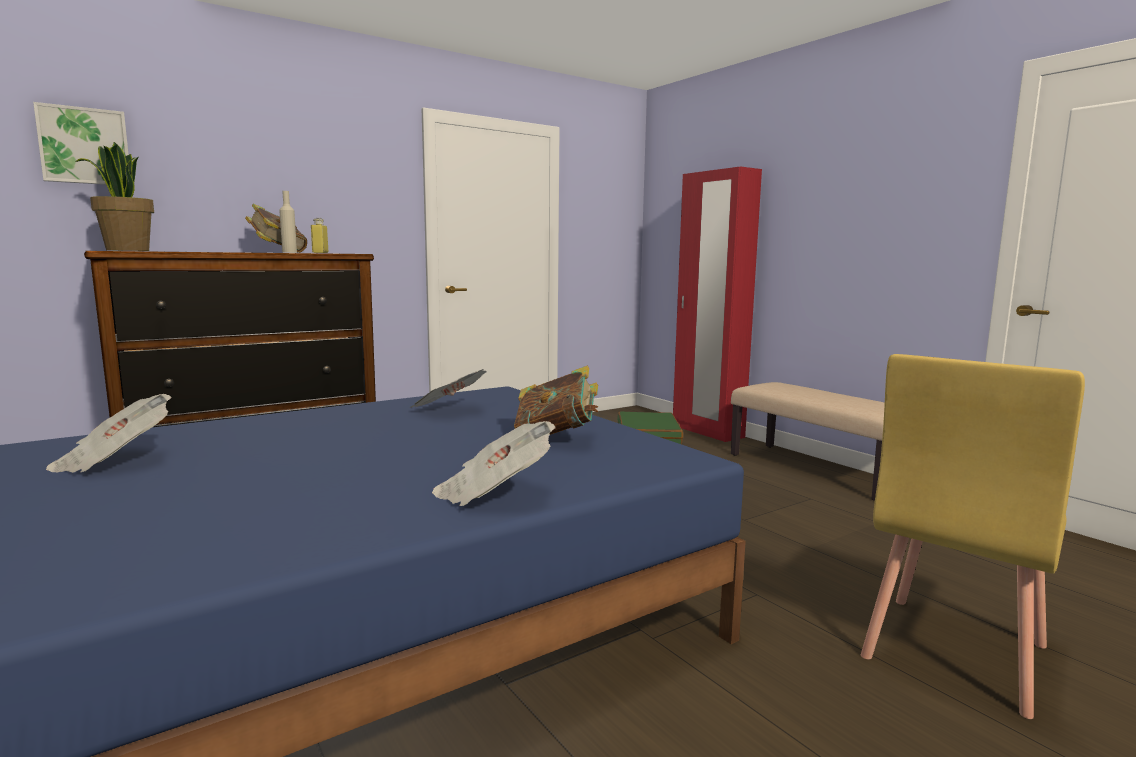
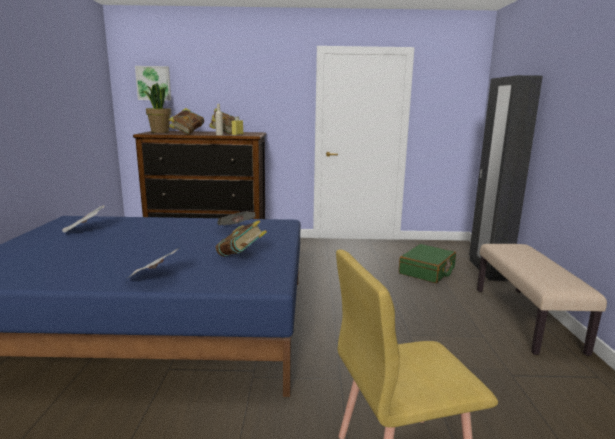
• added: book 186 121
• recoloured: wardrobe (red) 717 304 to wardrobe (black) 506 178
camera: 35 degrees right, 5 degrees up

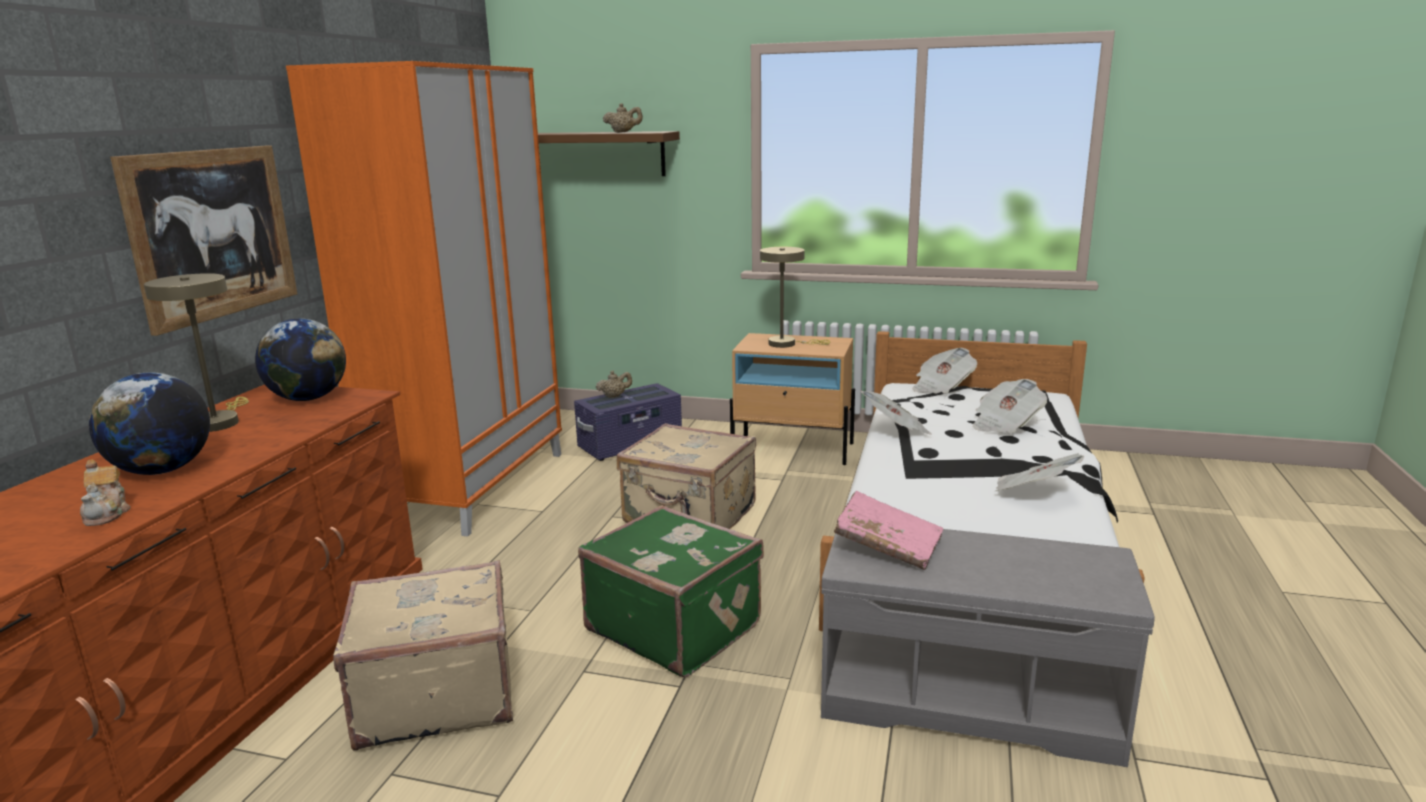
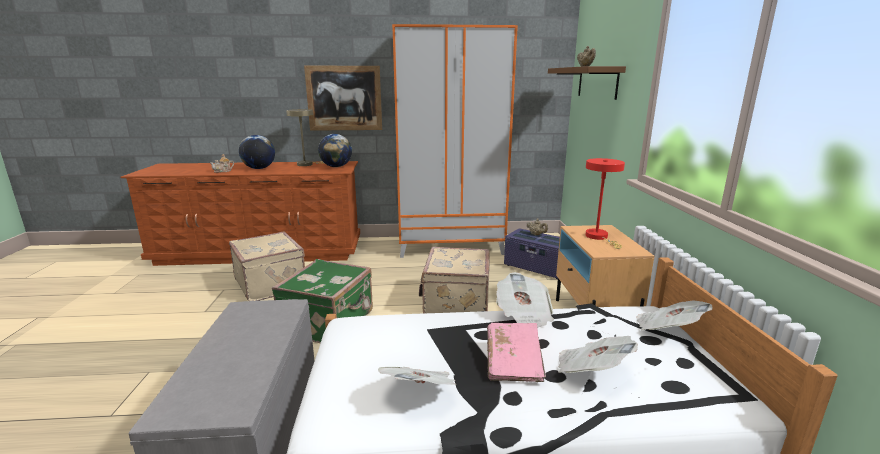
• moved: book (pink) 888 530 to 516 352
• recoloured: table lamp (beige) 795 297 to table lamp (red) 605 203
camera: 70 degrees right, 0 degrees up

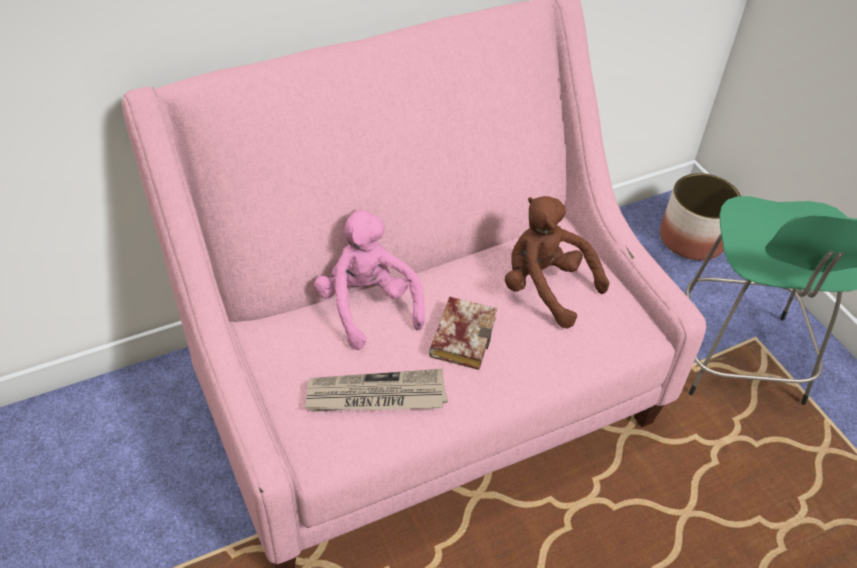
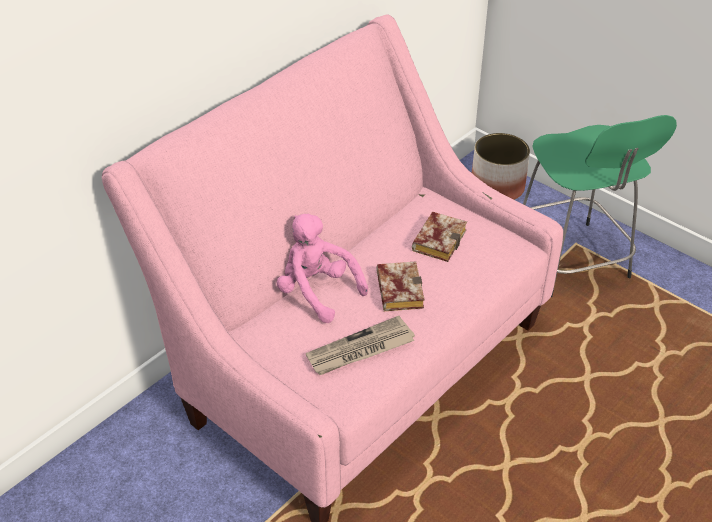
• replaced: plush toy (brown) 557 262 to book 439 237
camera: 20 degrees left, 5 degrees down

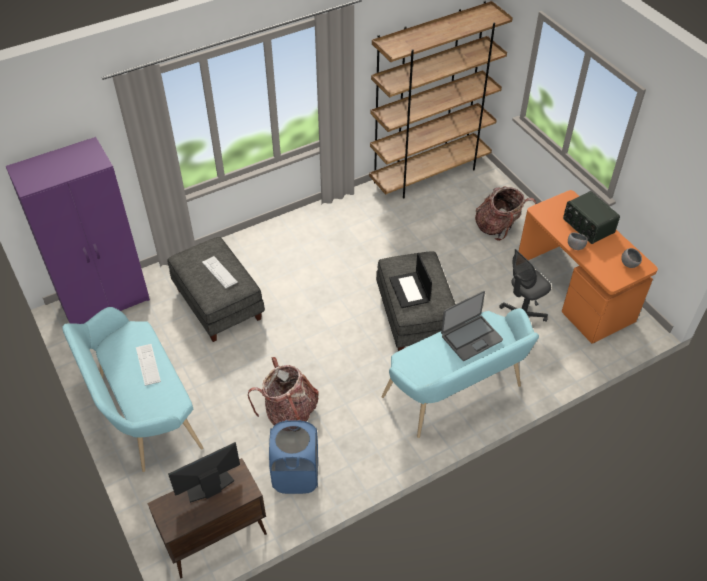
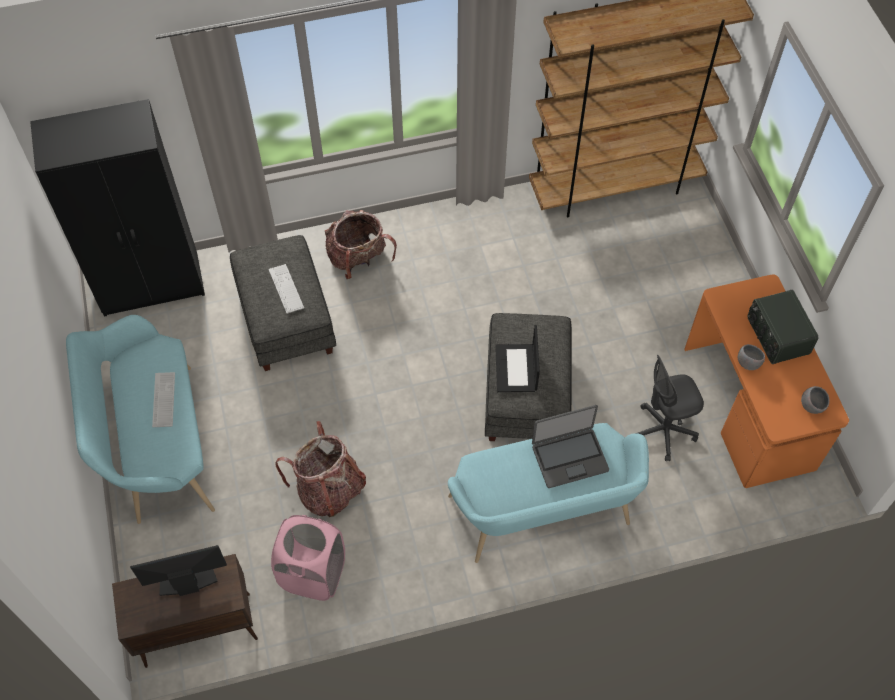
• recoloured: wardrobe (purple) 78 230 to wardrobe (black) 117 208
• recoloured: laundry basket (blue) 293 457 to laundry basket (pink) 308 558
• moved: backpack 505 213 to 361 244
camera: 15 degrees right, 10 degrees up

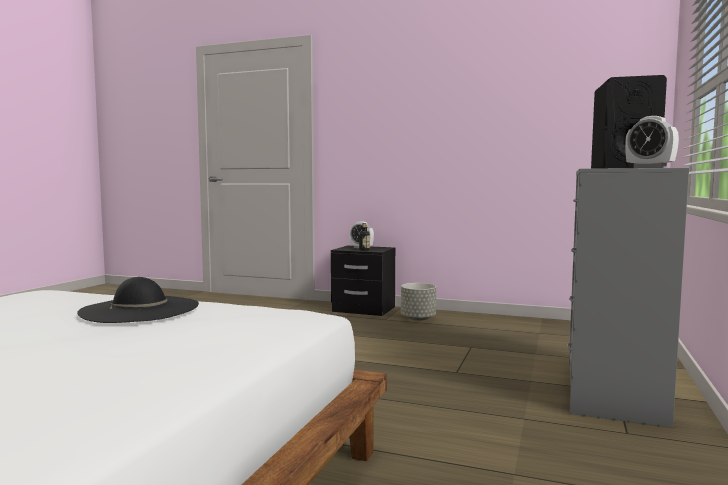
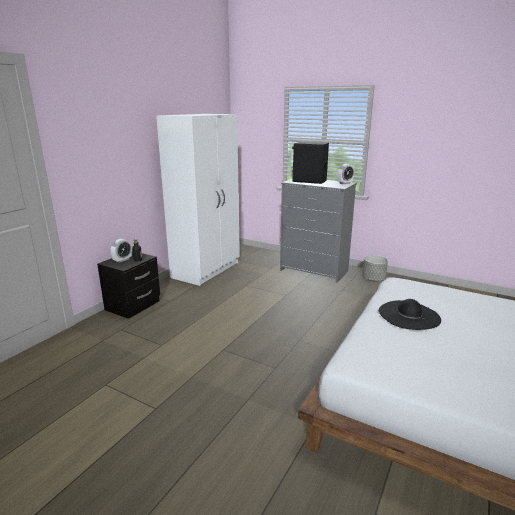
• added: wardrobe (white) 198 200
• moved: planter (grey) 418 302 to 375 268
camera: 80 degrees left, 15 degrees up

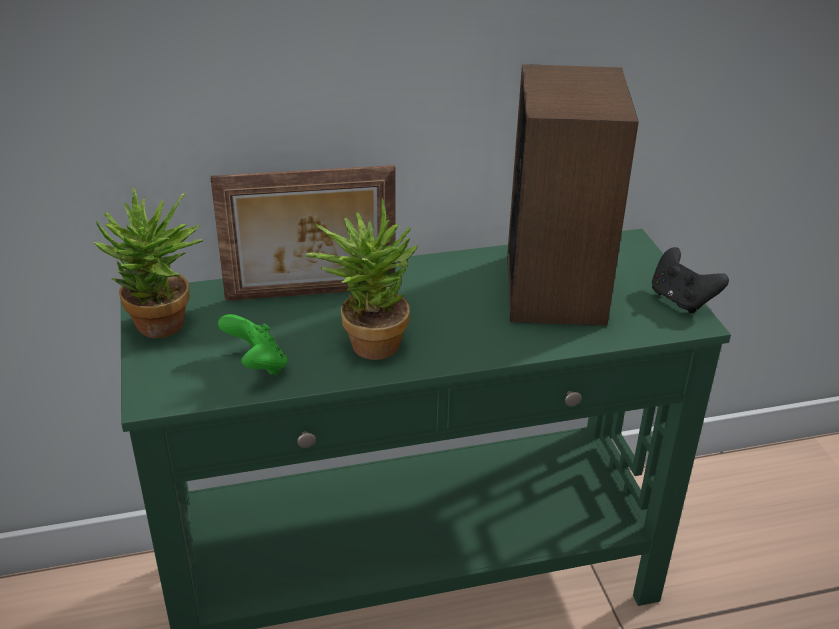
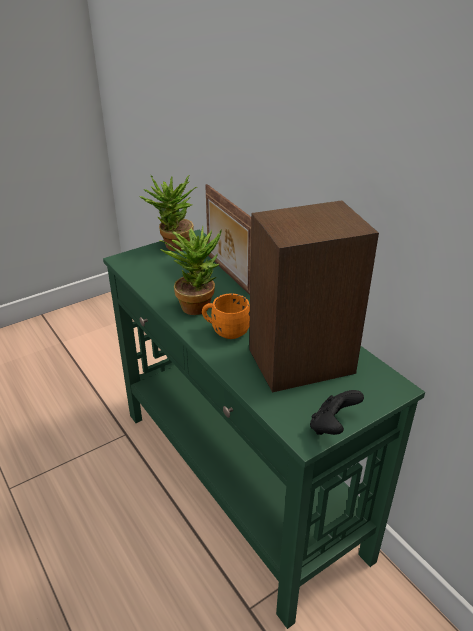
• added: mug (orange) 226 316
• removed: game controller (green) 253 344
camera: 70 degrees right, 0 degrees up

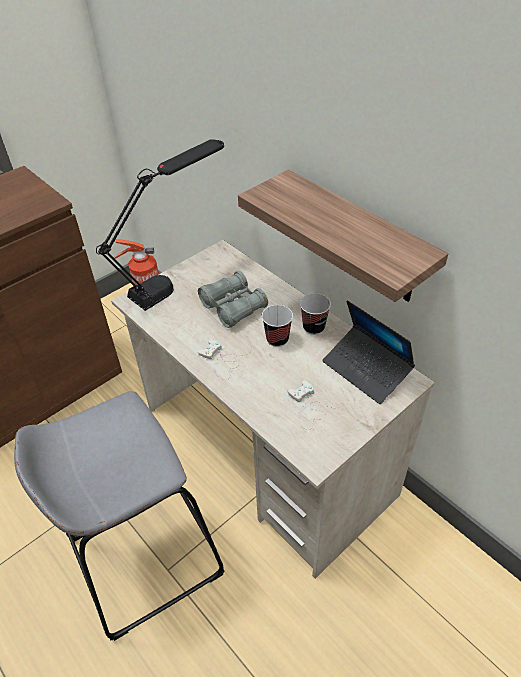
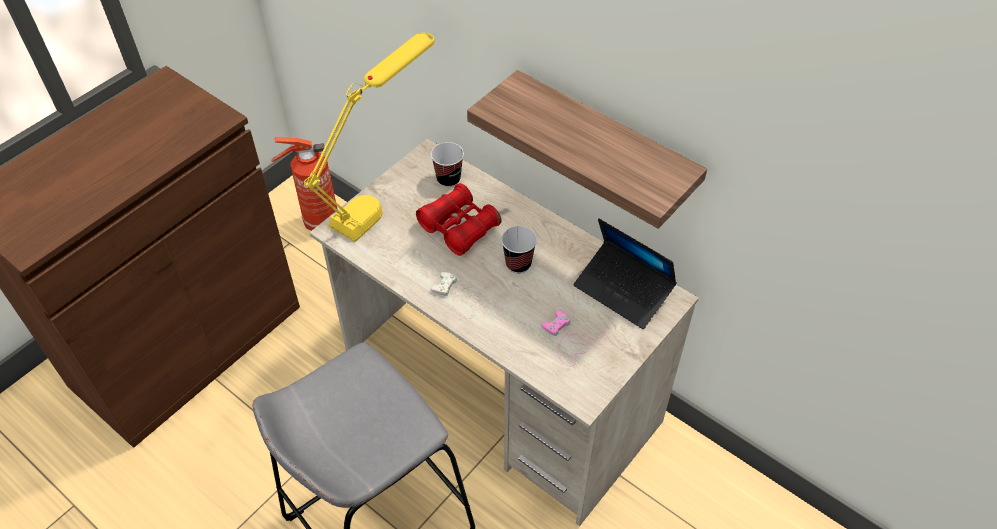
• recoloured: table lamp (black) 160 225 to table lamp (yellow) 369 137
• recoloured: binoculars (grey) 233 299 to binoculars (red) 459 219
• moved: cup 315 314 to 447 164
• recoloured: game controller (white) 316 405 to game controller (pink) 573 338
camera: 10 degrees left, 5 degrees up

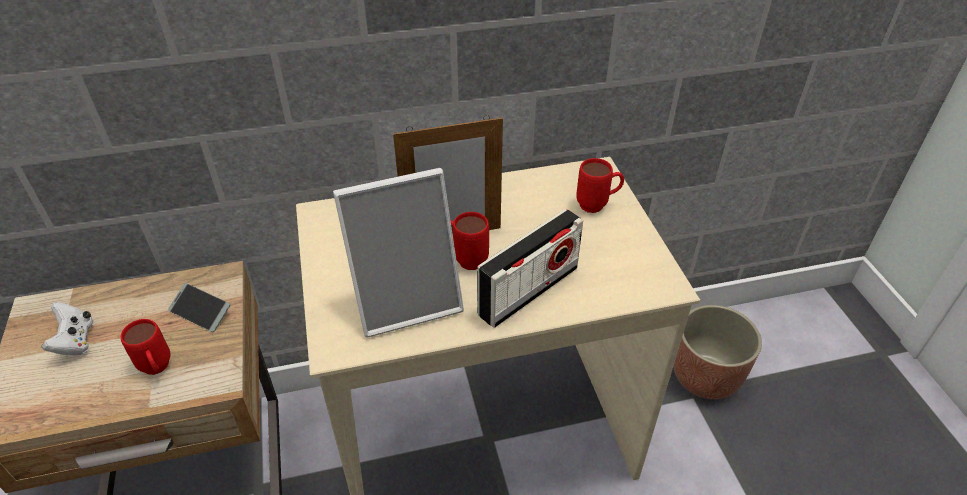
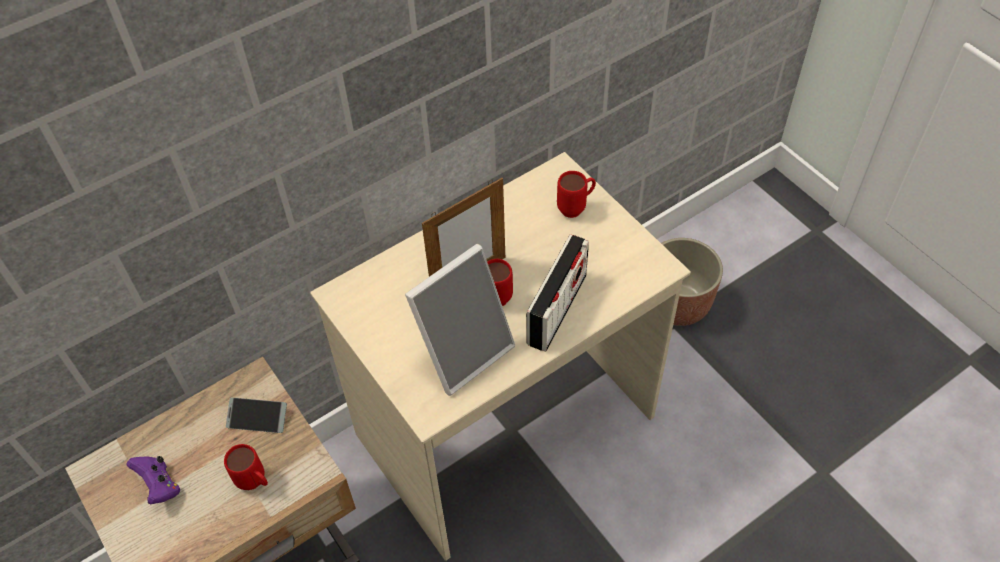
• recoloured: game controller (white) 67 328 to game controller (purple) 153 480
camera: 20 degrees left, 10 degrees up

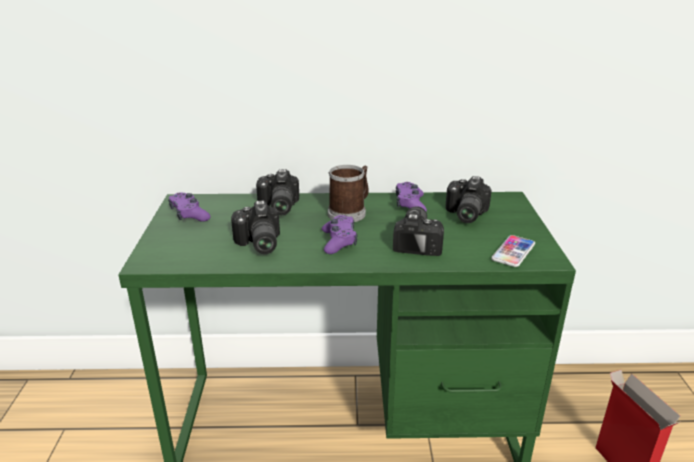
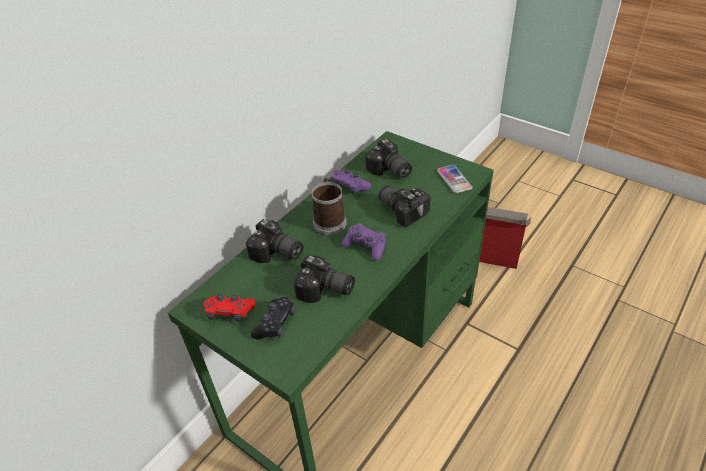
• recoloured: game controller (purple) 189 207 to game controller (red) 229 307
• added: game controller (black) 273 318
camera: 50 degrees left, 15 degrees up

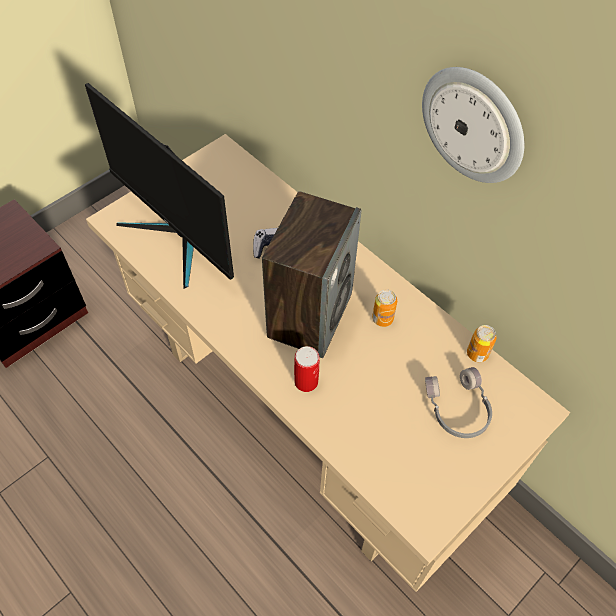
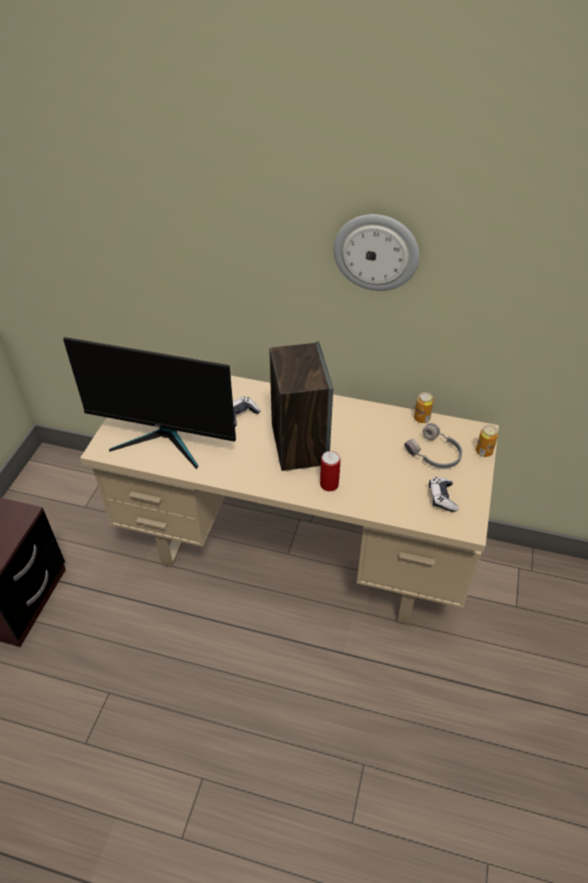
• added: game controller 444 494
• moved: can 384 308 to 487 441
camera: 30 degrees left, 10 degrees down

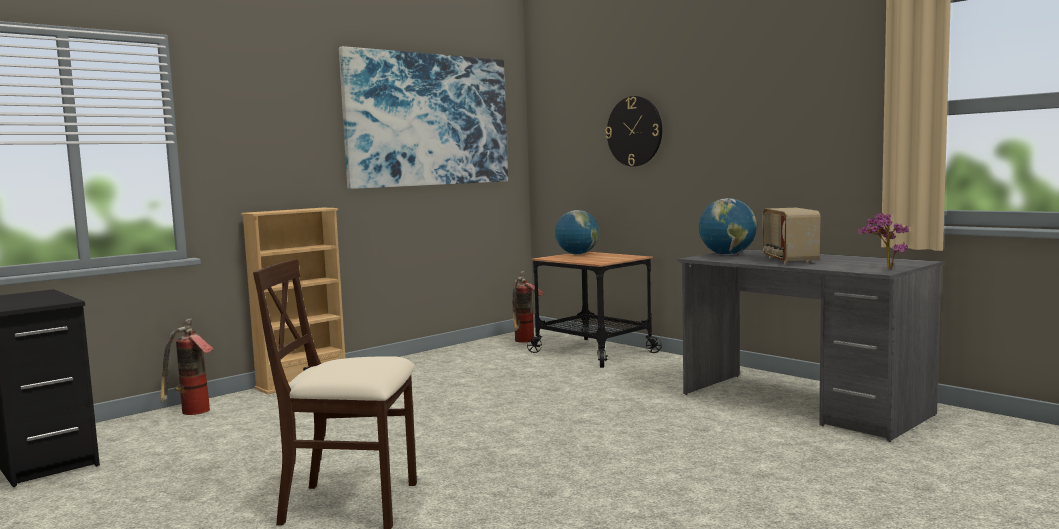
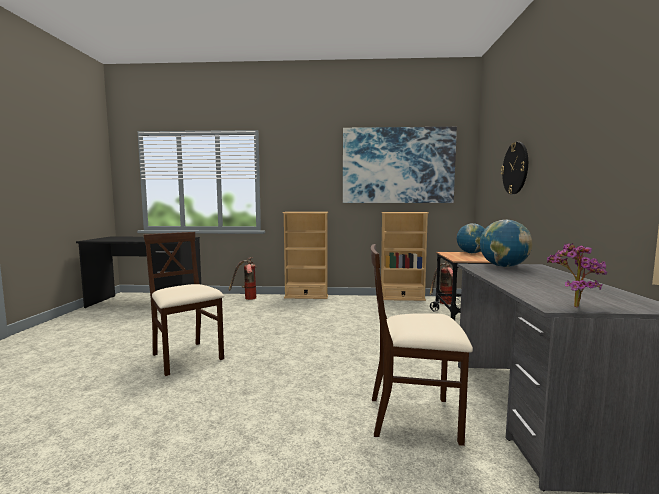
• added: chair (beige) 422 345
• added: bookcase (beige) 405 256
• removed: radio 791 236
camera: 45 degrees right, 0 degrees up

